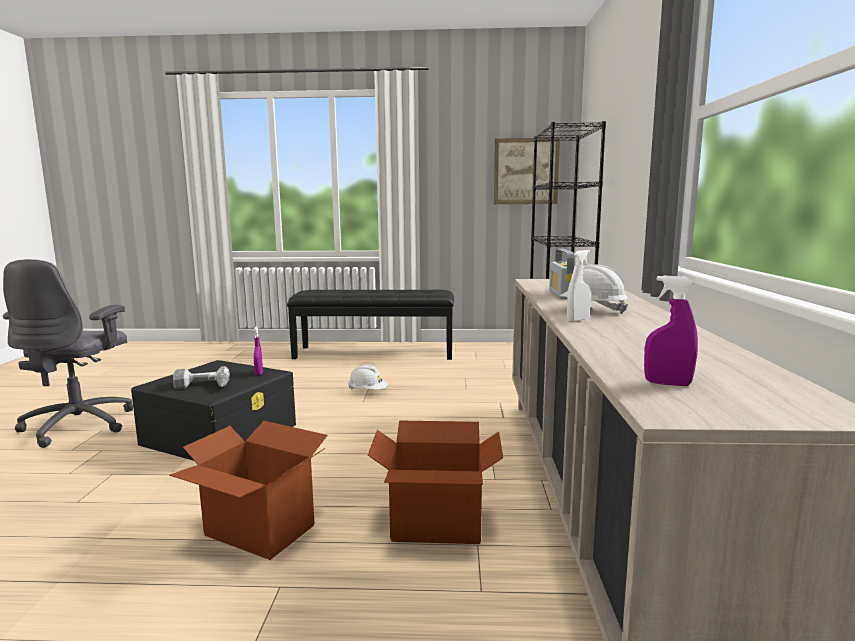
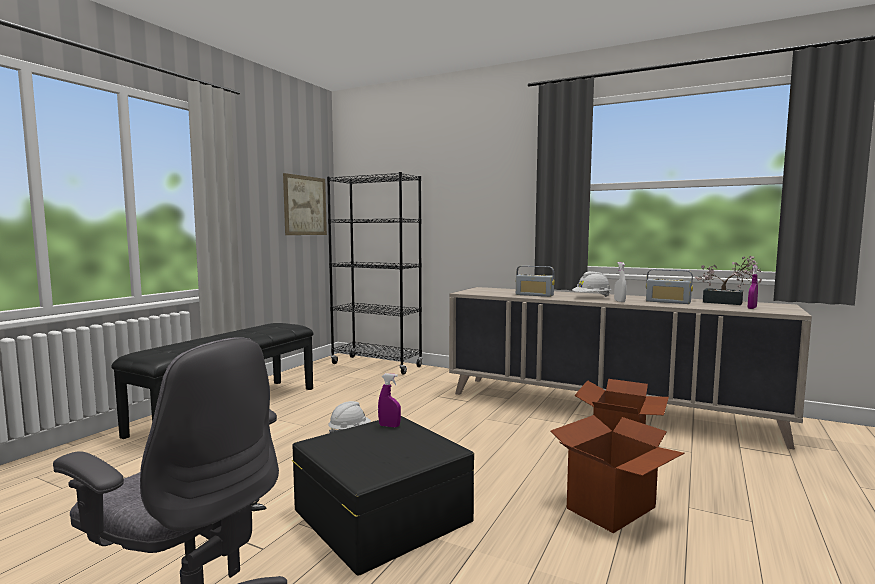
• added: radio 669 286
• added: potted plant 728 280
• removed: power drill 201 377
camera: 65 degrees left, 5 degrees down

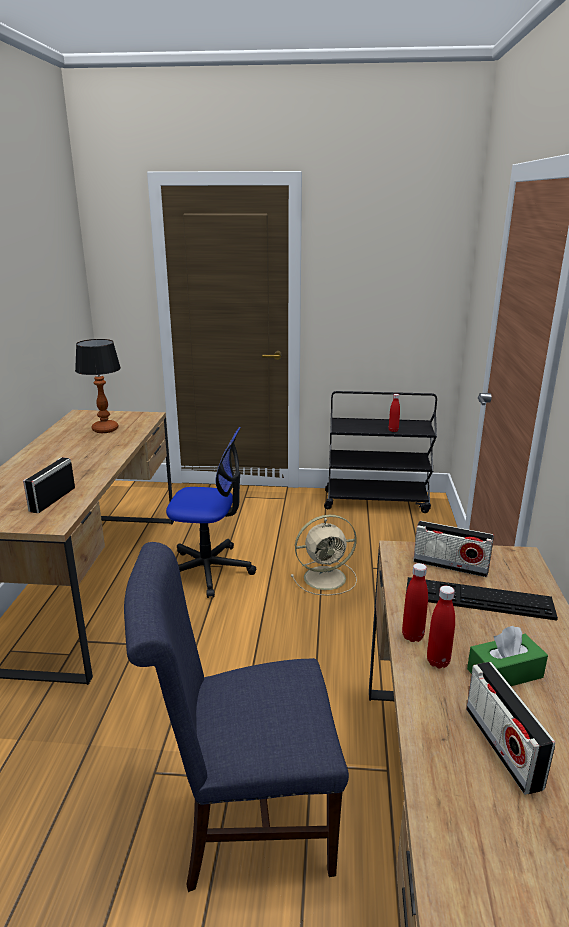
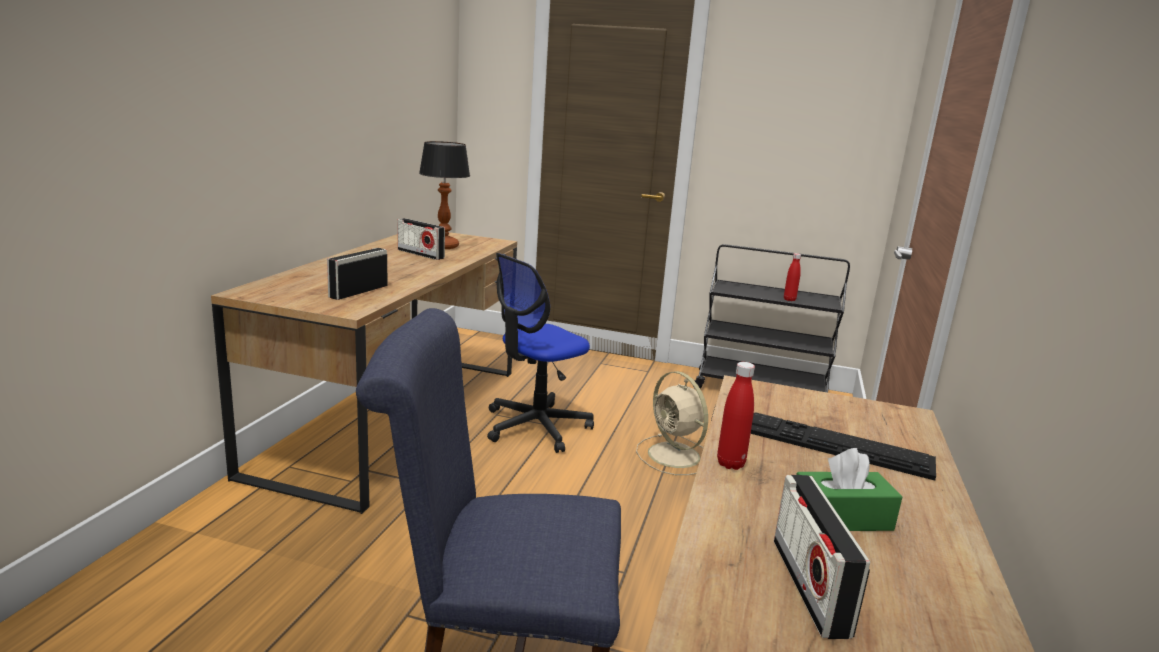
• moved: radio 453 549 to 421 239
• turned: office chair 211 512 = 540 353 120 degrees clockwise
• turned: fan (beige) 324 555 = 672 423 60 degrees clockwise
• removed: bottle (red) 441 627
camera: 10 degrees right, 5 degrees down

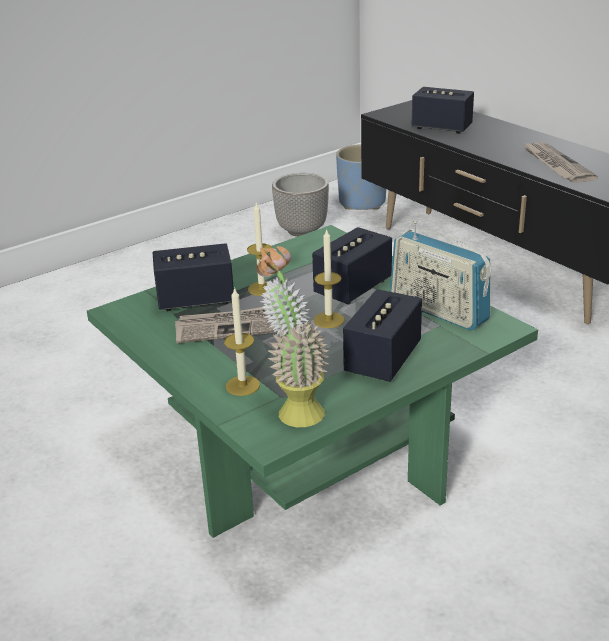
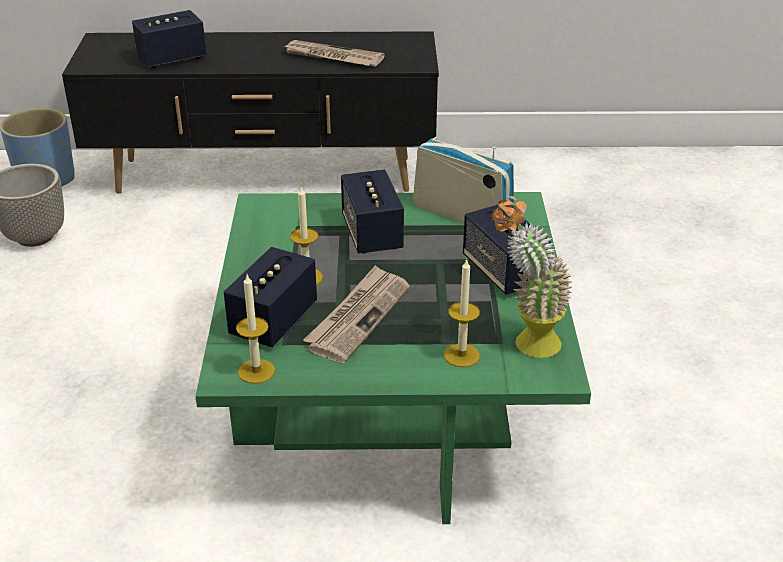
• moved: candle 329 278 to 255 329
• turned: radio 440 276 = 463 180 135 degrees counterclockwise
camera: 55 degrees left, 5 degrees up

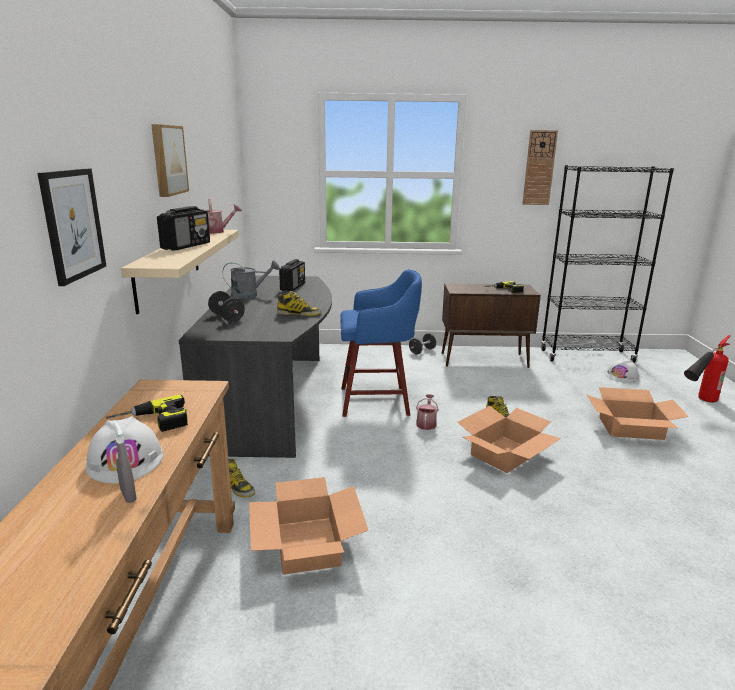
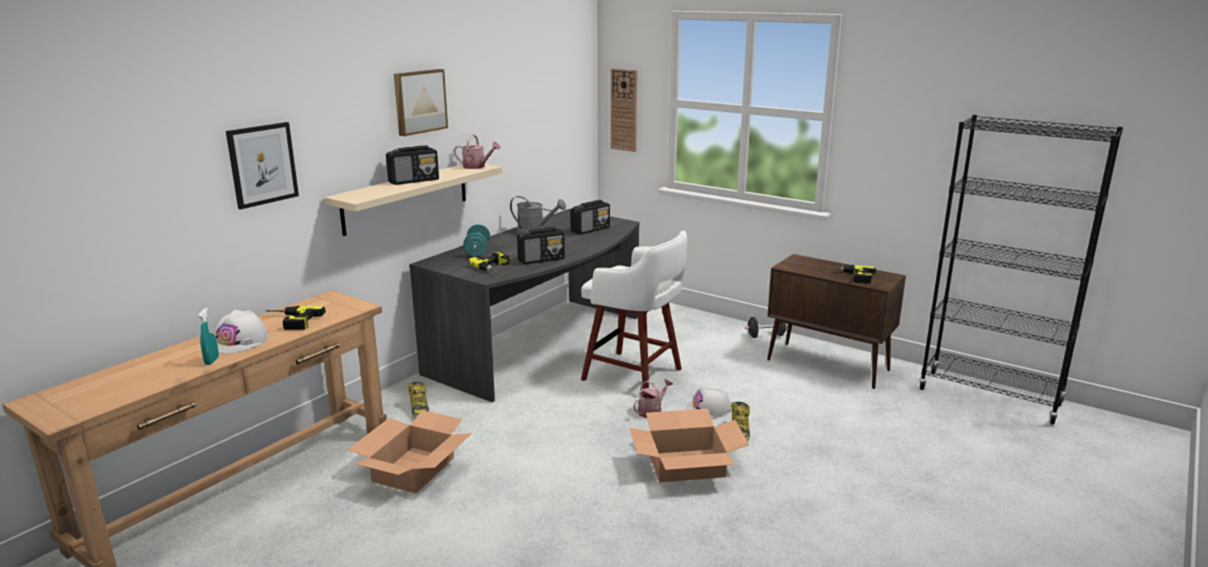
• recoloured: spray bottle (grey) 125 462 to spray bottle (turquoise) 208 336
• recoloured: dumbbell (black) 226 306 to dumbbell (turquoise) 476 240
• added: power drill 489 262
• replaced: boot 299 303 to radio 541 246
• recoloured: stool (blue) 381 343 to stool (white) 634 310
• moved: wall clock 540 167 to 624 110
• moved: hard hat (white) 622 370 to 709 400
• removed: cardboard box 638 413
• removed: fire extinguisher 707 368
camera: 35 degrees right, 0 degrees up

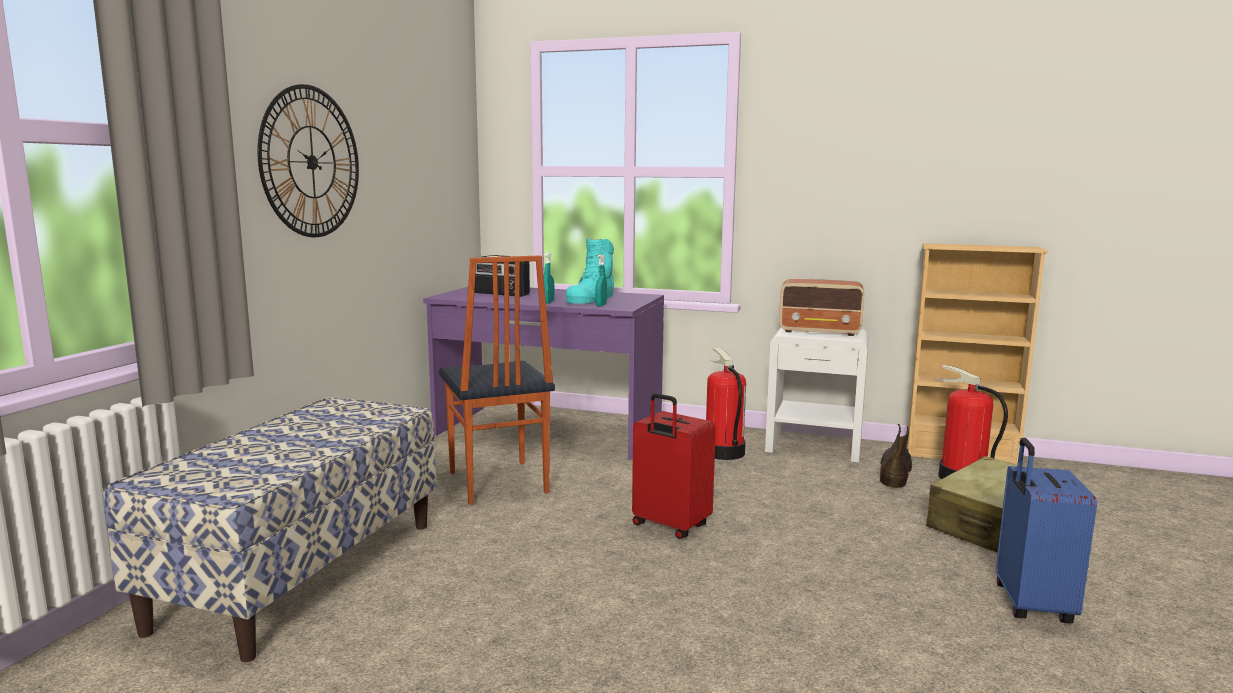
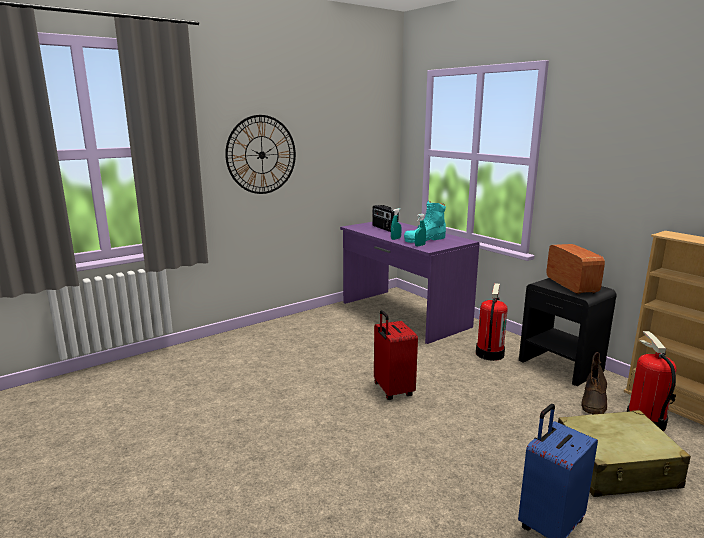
• recoloured: nightstand (white) 817 394 to nightstand (black) 568 332
• turned: radio 821 307 = 576 269 150 degrees counterclockwise
• turned: boot (brown) 896 456 = 594 383 150 degrees clockwise
• removed: bench 270 529
• removed: chair 497 380
camera: 35 degrees right, 5 degrees up

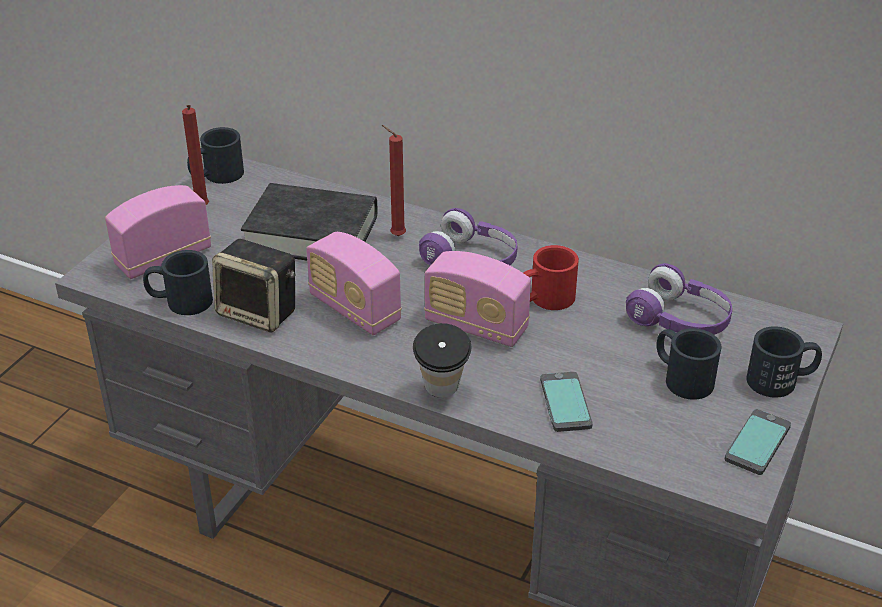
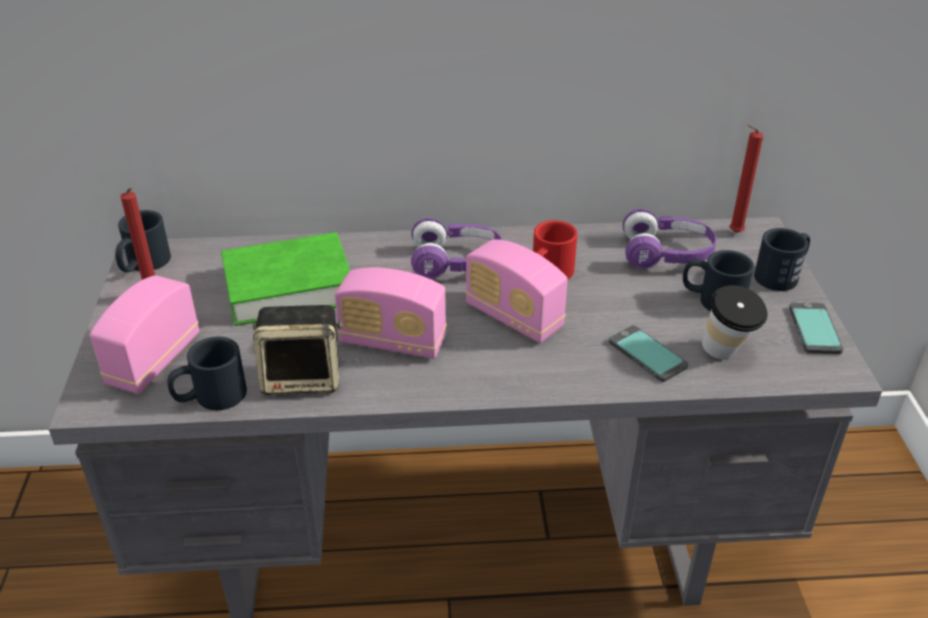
• recoloured: book (black) 309 221 to book (green) 285 279
• turned: radio 477 299 = 516 291 45 degrees clockwise
• moved: cup 442 360 to 735 322
• moved: candle (red) 394 180 to 746 178
camera: 30 degrees left, 0 degrees up

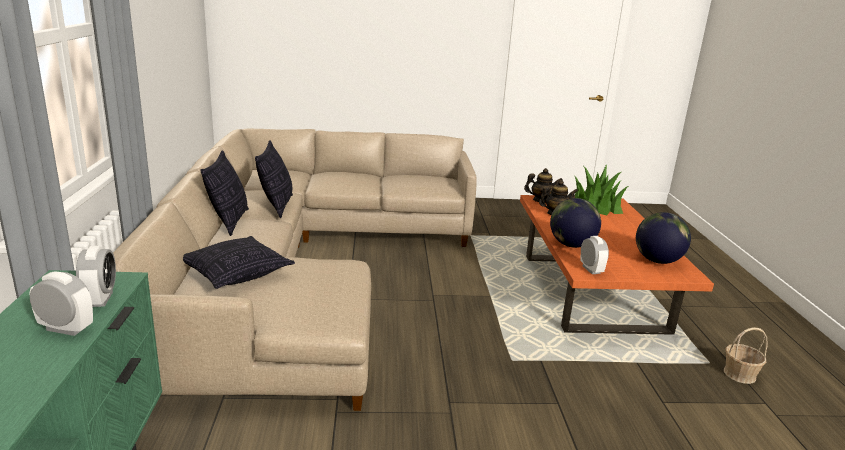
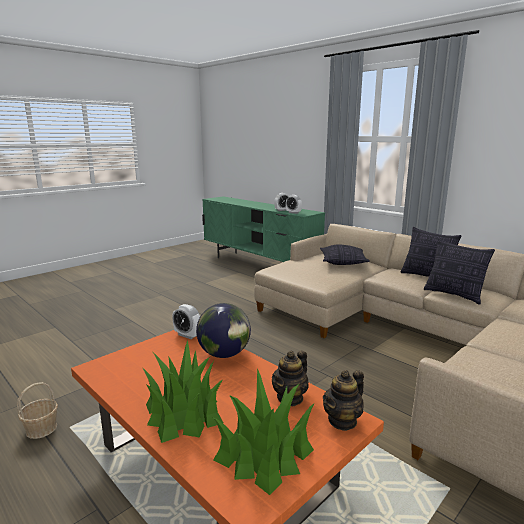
• added: potted plant 182 391
• removed: globe 663 238
camera: 140 degrees right, 5 degrees down

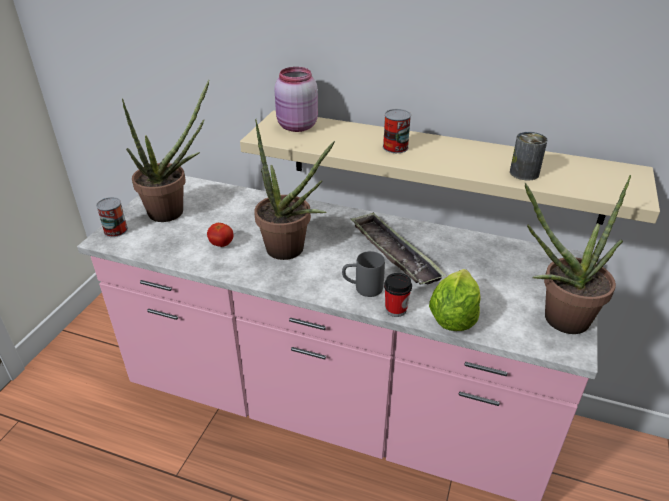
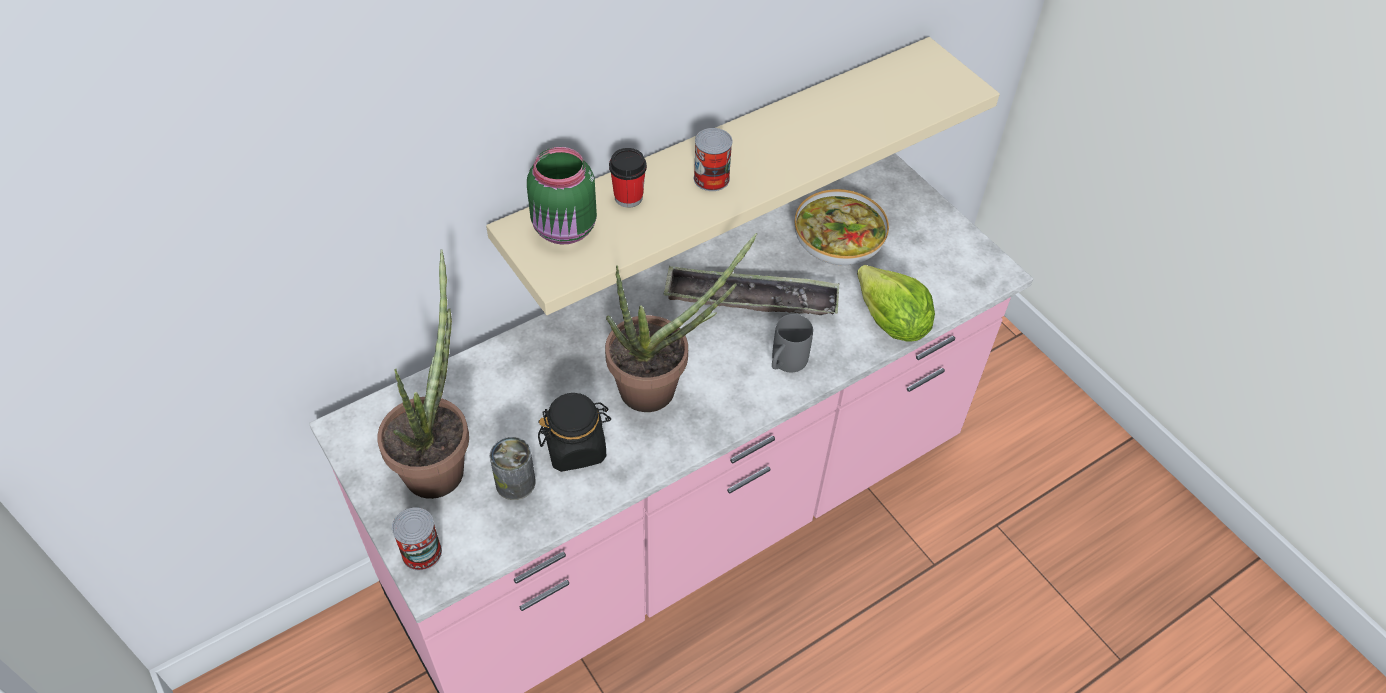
• moved: can 529 156 to 513 468
• recoloured: jar (pink) 296 99 to jar (green) 562 195
• replaced: tomato 220 235 to jar (black) 574 432
• moved: cup 398 295 to 628 178
• added: bowl 842 227
• removed: potted plant 578 254
camera: 55 degrees left, 15 degrees up

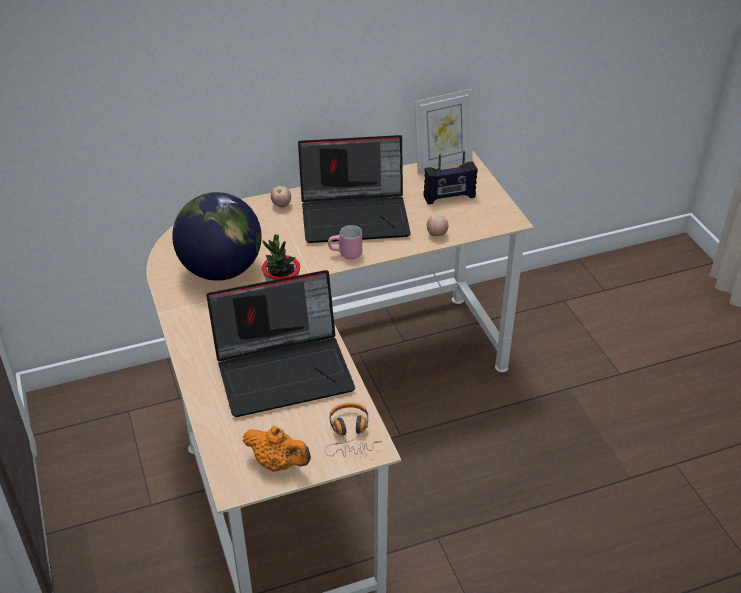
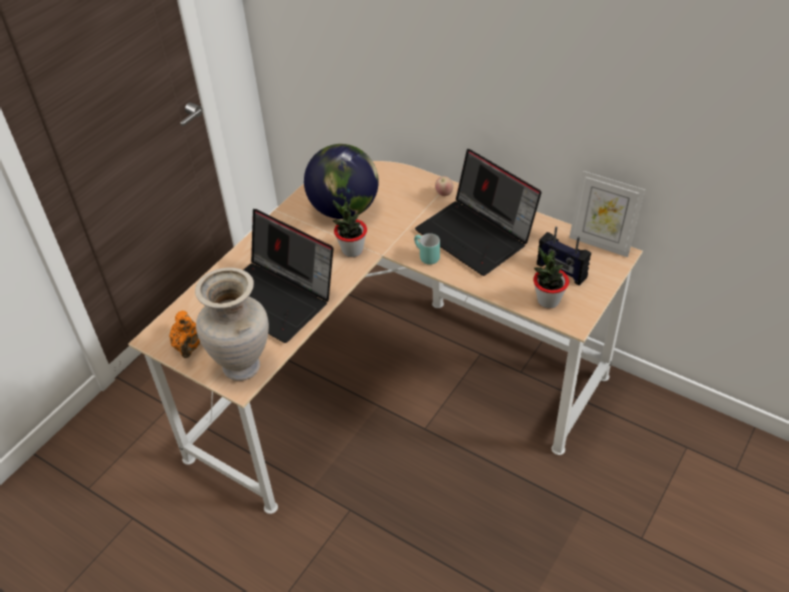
• replaced: headphones 353 430 to vase (beige) 232 324
• recoloured: mug (pink) 345 242 to mug (turquoise) 427 249
• added: potted plant 551 278
• removed: apple 437 225
camera: 55 degrees right, 5 degrees up

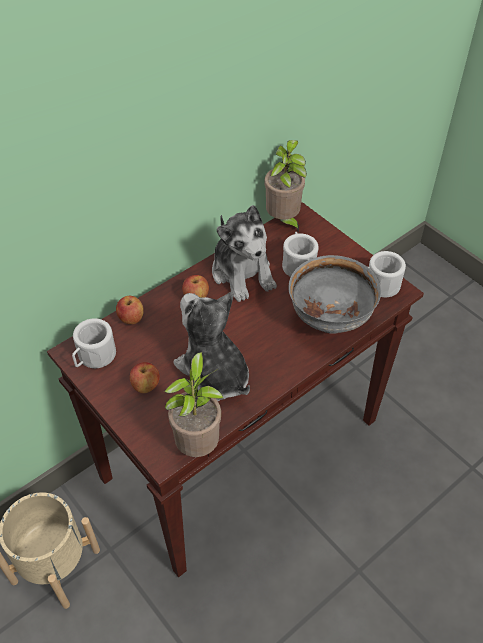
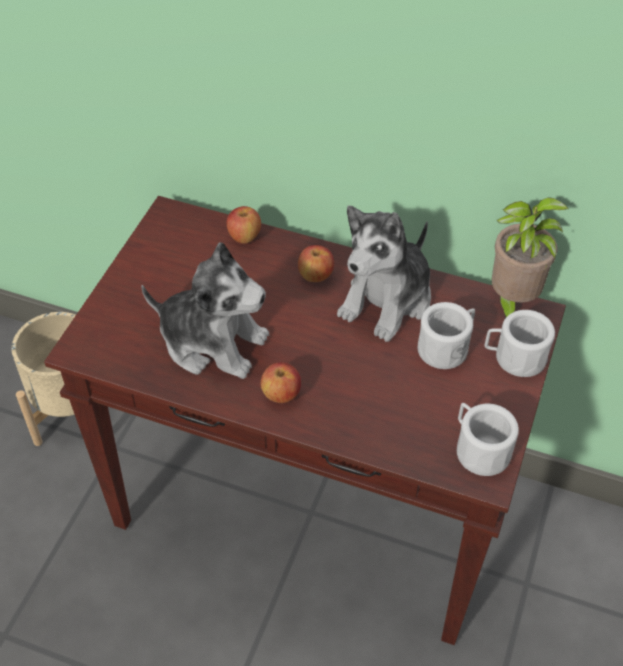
• turned: plush toy 211 346 = 205 310 90 degrees clockwise
• moved: apple 145 377 to 281 382
• moved: mug (white) 94 343 to 519 343
• removed: potted plant 193 404
• removed: bowl (grey) 335 294
camera: 60 degrees right, 0 degrees up

